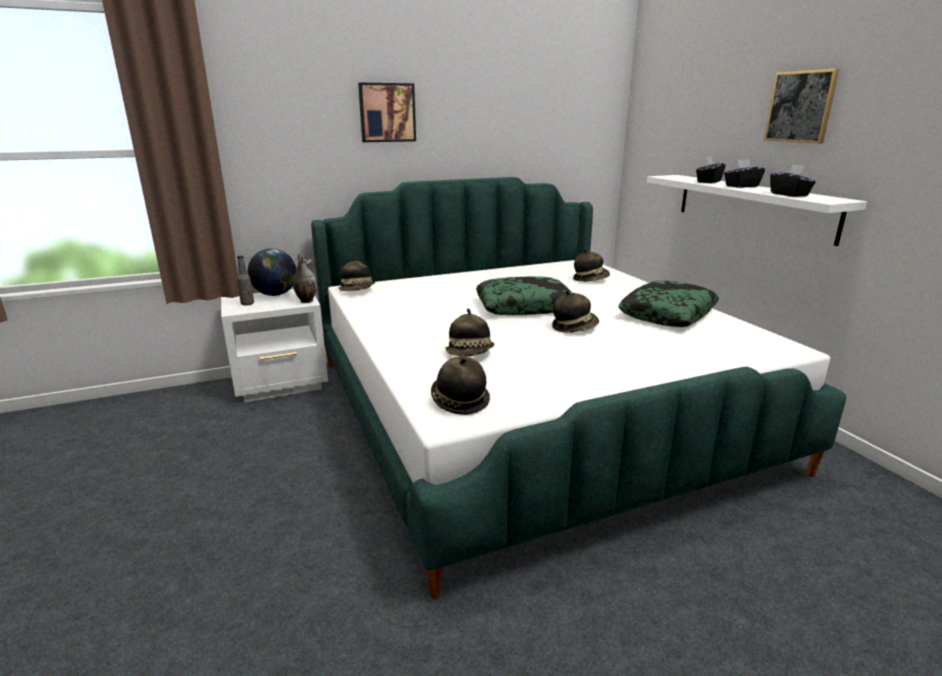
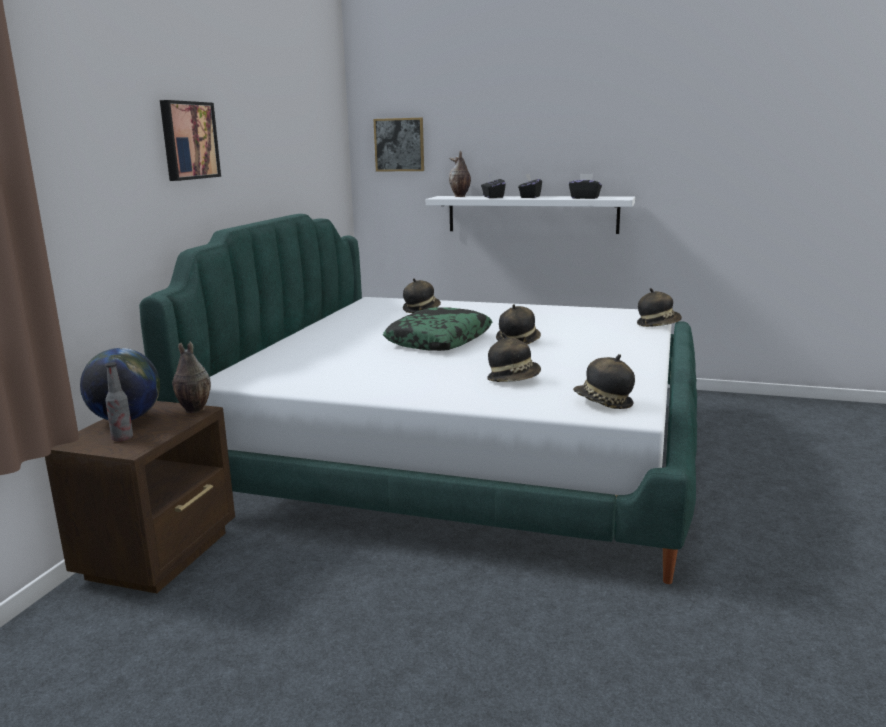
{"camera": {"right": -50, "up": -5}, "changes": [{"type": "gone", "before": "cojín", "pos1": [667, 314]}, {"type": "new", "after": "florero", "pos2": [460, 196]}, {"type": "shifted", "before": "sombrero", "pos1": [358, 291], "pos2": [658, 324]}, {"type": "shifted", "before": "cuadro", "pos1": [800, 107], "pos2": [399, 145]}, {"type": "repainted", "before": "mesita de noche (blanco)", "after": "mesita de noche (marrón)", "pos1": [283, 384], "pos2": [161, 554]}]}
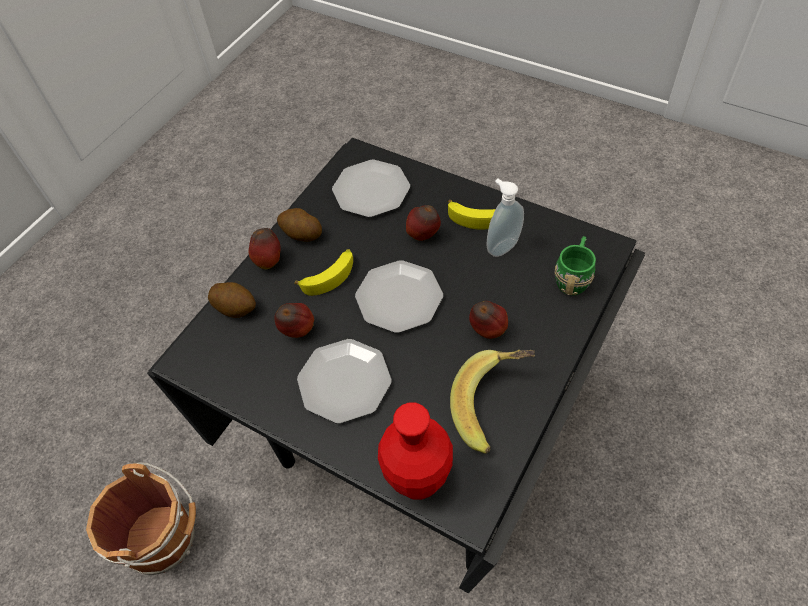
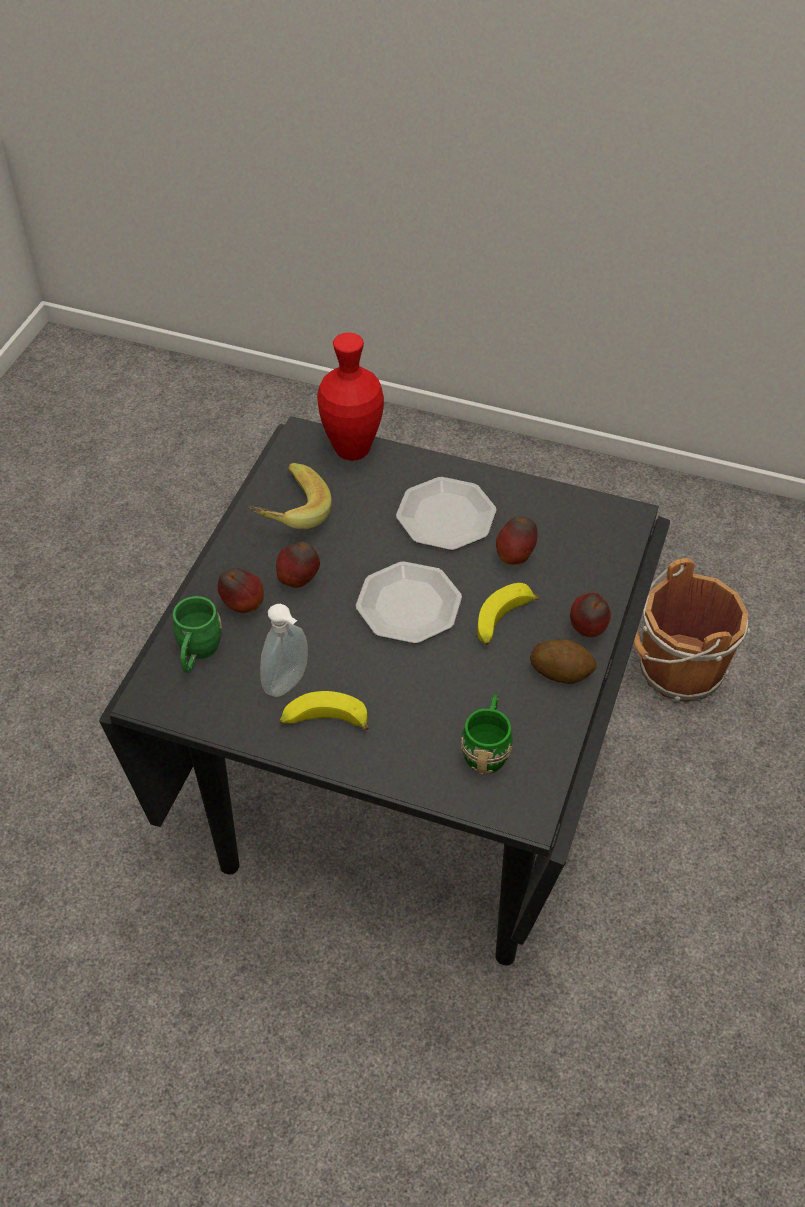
{"camera": {"right": 165, "up": -5}, "changes": [{"type": "gone", "before": "patata", "pos1": [235, 307]}, {"type": "shifted", "before": "manzana", "pos1": [423, 235], "pos2": [243, 607]}, {"type": "swapped", "before": "plato", "after": "taza grande (verde)", "pos1": [370, 191], "pos2": [487, 748]}]}
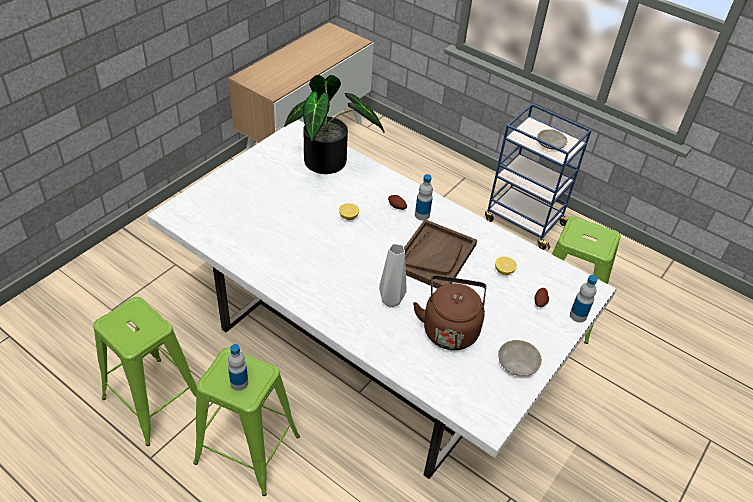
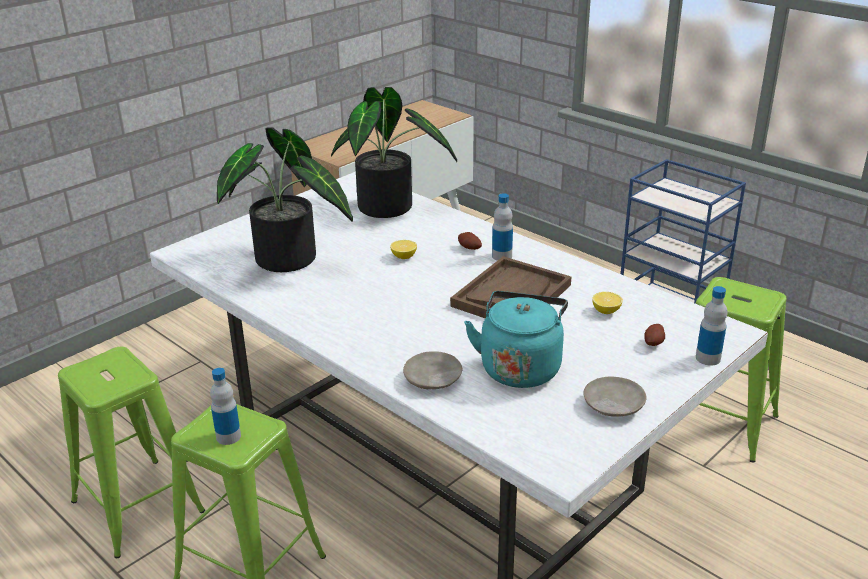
{"camera": {"right": 10, "up": -15}, "changes": [{"type": "gone", "before": "florero (gris)", "pos1": [390, 300]}, {"type": "new", "after": "planta en maceta", "pos2": [289, 262]}, {"type": "shifted", "before": "plato (beis)", "pos1": [550, 144], "pos2": [432, 379]}, {"type": "repainted", "before": "hervidor (marrón)", "after": "hervidor (turquesa)", "pos1": [450, 328], "pos2": [520, 367]}]}
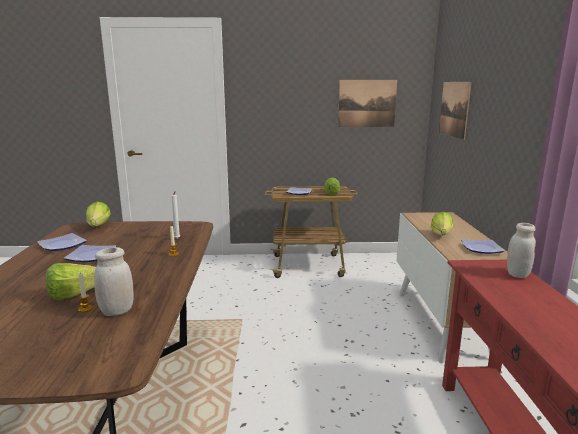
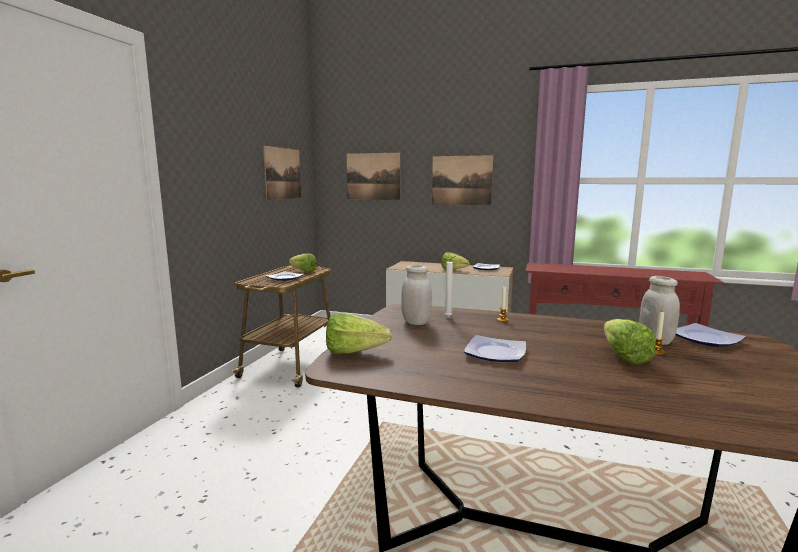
{"camera": {"right": -70, "up": -5}, "changes": [{"type": "new", "after": "cuadro", "pos2": [461, 180]}, {"type": "shifted", "before": "plato", "pos1": [63, 245], "pos2": [705, 338]}, {"type": "shifted", "before": "tarro (blanco)", "pos1": [517, 274], "pos2": [416, 322]}]}
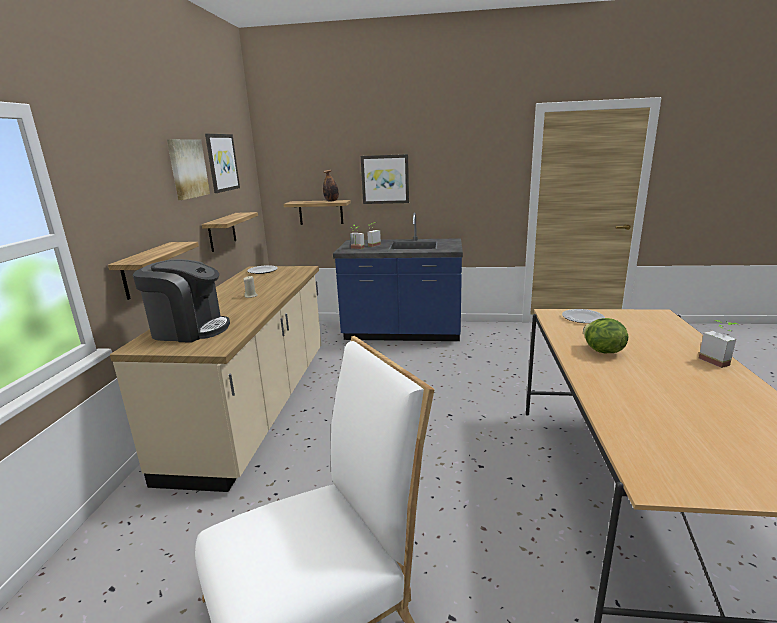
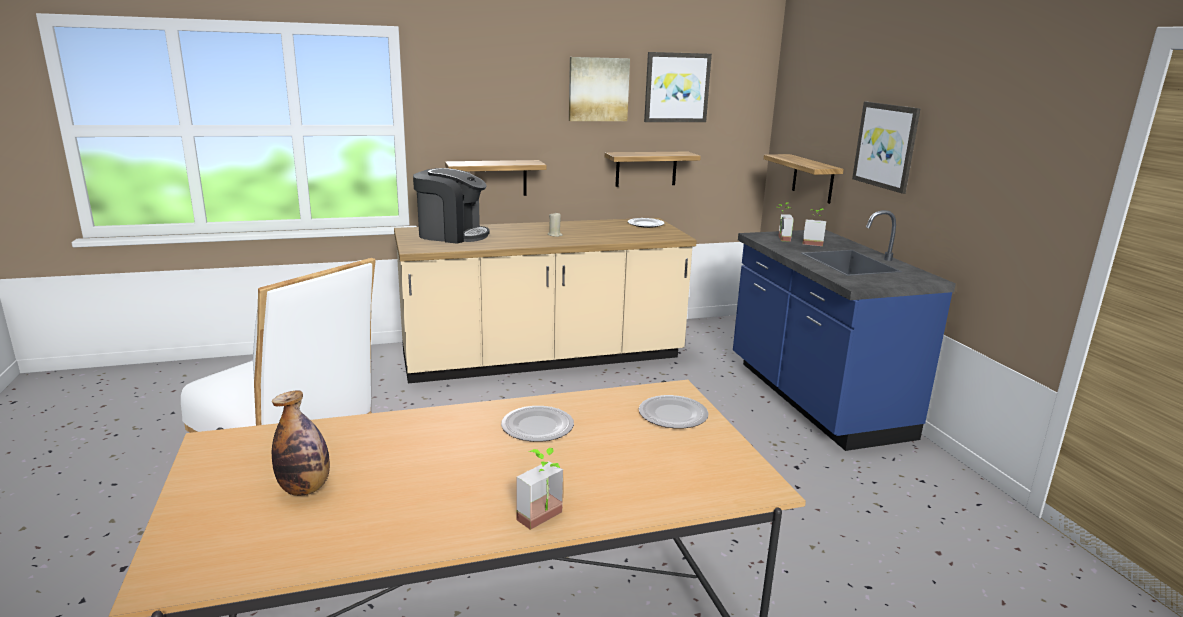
{"camera": {"right": 65, "up": 0}, "changes": [{"type": "shifted", "before": "botella", "pos1": [331, 201], "pos2": [305, 489]}, {"type": "swapped", "before": "lechuga", "after": "plato", "pos1": [602, 351], "pos2": [536, 427]}, {"type": "rotated", "before": "cafetera", "pos1": [189, 329], "pos2": [452, 235], "turn": -60}]}
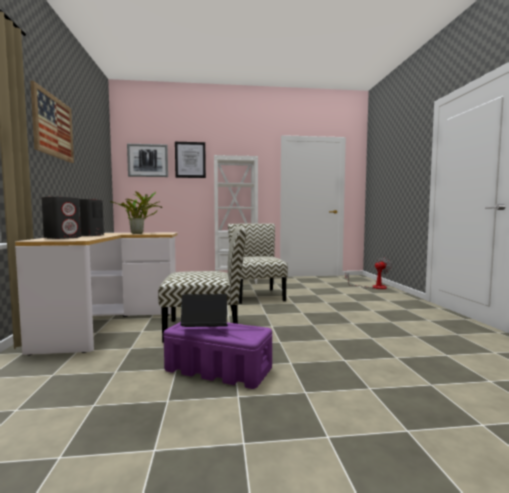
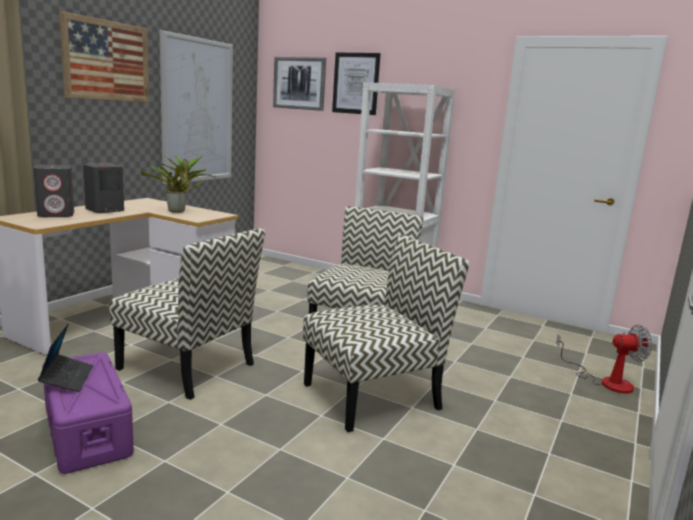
{"camera": {"right": 35, "up": 10}, "changes": [{"type": "new", "after": "cuadro", "pos2": [197, 111]}, {"type": "new", "after": "silla", "pos2": [373, 395]}, {"type": "rotated", "before": "portátil", "pos1": [205, 330], "pos2": [67, 378], "turn": 45}]}
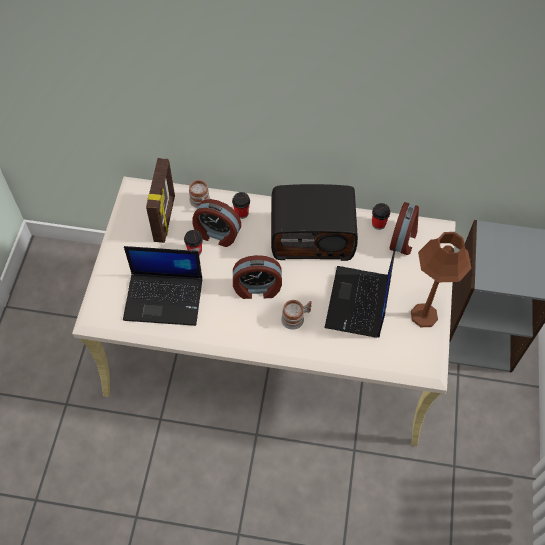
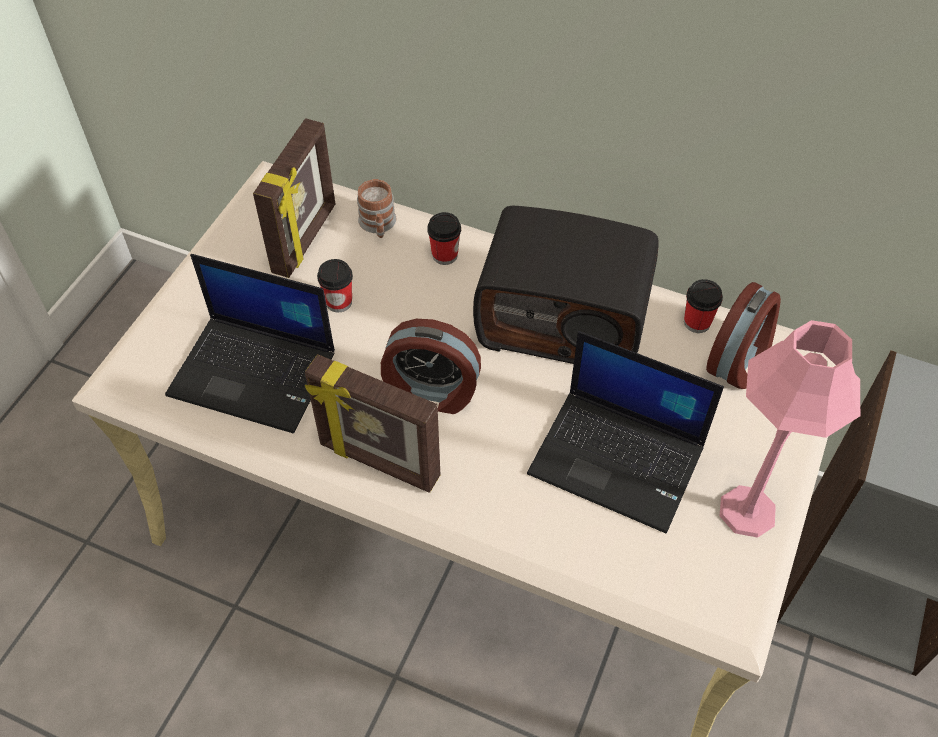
{"camera": {"right": 15, "up": -5}, "changes": [{"type": "gone", "before": "despertador", "pos1": [217, 234]}, {"type": "gone", "before": "taza grande", "pos1": [296, 318]}, {"type": "new", "after": "portarretratos", "pos2": [378, 462]}, {"type": "repainted", "before": "lámpara de mesa (marrón)", "after": "lámpara de mesa (rosa)", "pos1": [424, 315], "pos2": [748, 511]}, {"type": "rotated", "before": "portátil", "pos1": [358, 303], "pos2": [619, 459], "turn": -90}]}
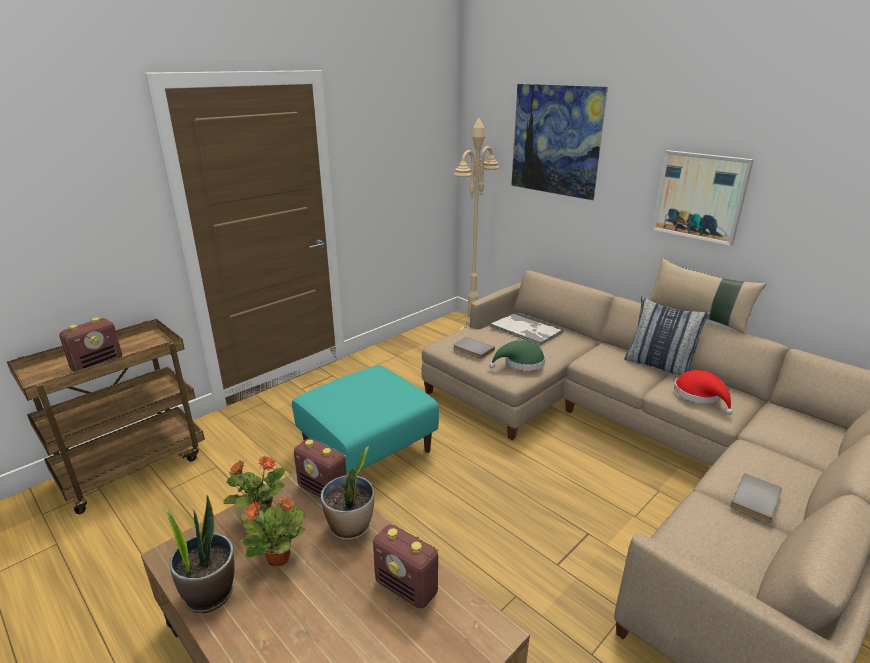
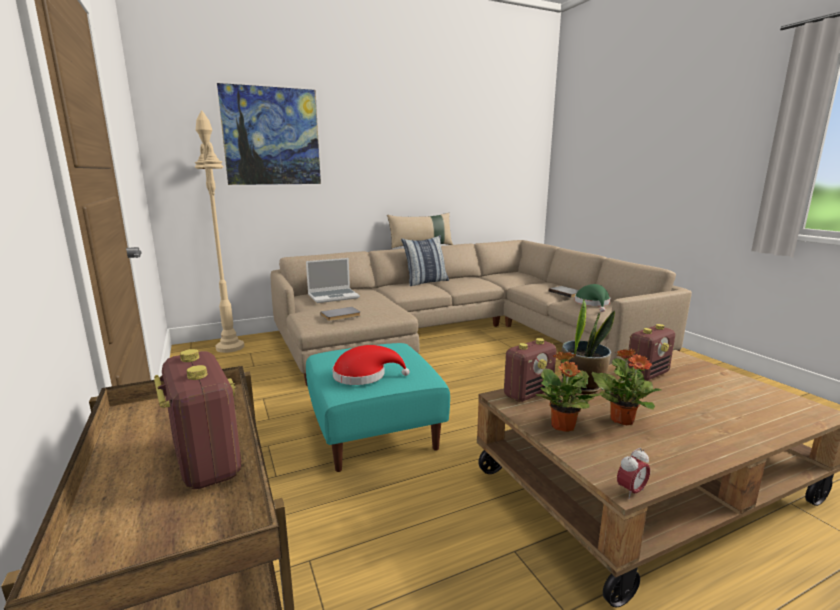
{"camera": {"right": -70, "up": -10}, "changes": [{"type": "gone", "before": "planta en maceta", "pos1": [210, 593]}, {"type": "gone", "before": "cuadro", "pos1": [700, 196]}, {"type": "new", "after": "despertador", "pos2": [631, 491]}, {"type": "shifted", "before": "sombrero (verde)", "pos1": [521, 363], "pos2": [593, 304]}, {"type": "shifted", "before": "sombrero (rojo)", "pos1": [700, 395], "pos2": [364, 375]}, {"type": "swapped", "before": "bandeja", "after": "portátil", "pos1": [526, 329], "pos2": [334, 296]}]}
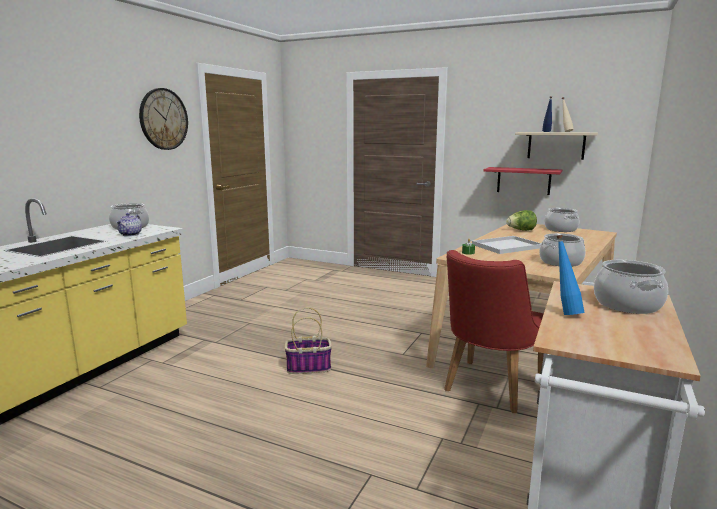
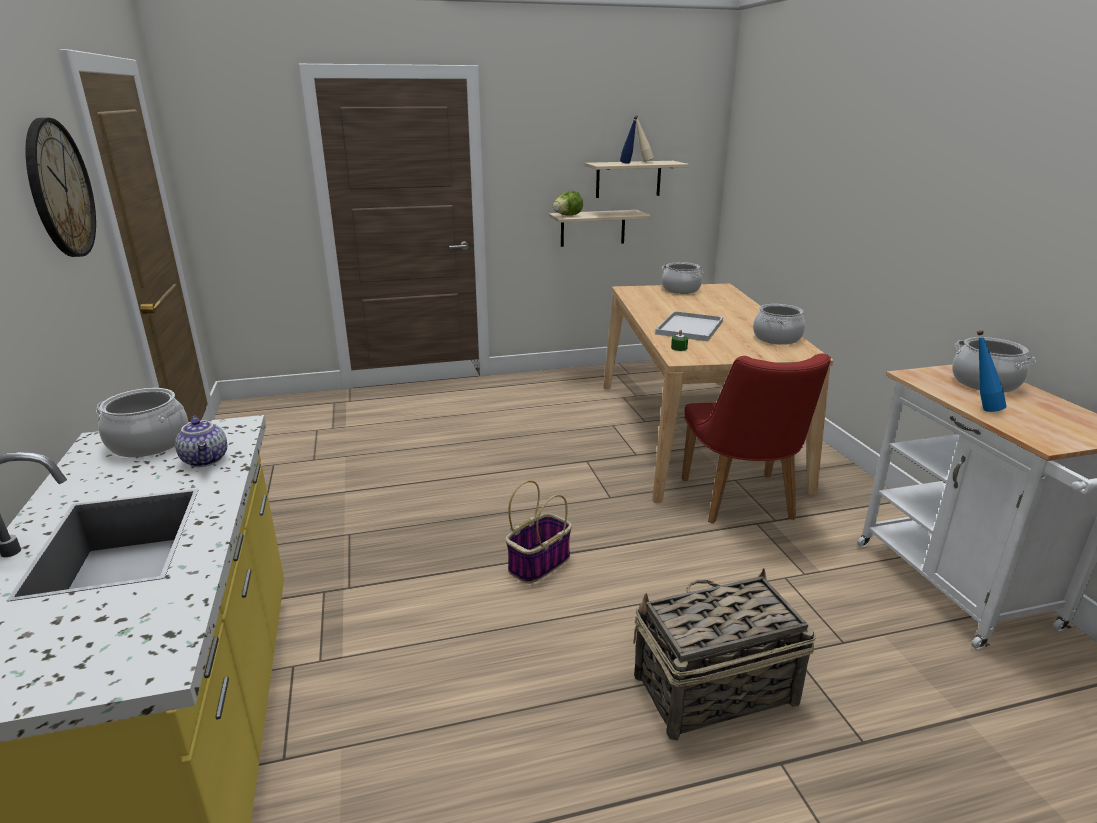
{"camera": {"right": -40, "up": 10}, "changes": [{"type": "new", "after": "cesta", "pos2": [713, 689]}, {"type": "shifted", "before": "lechuga", "pos1": [521, 230], "pos2": [567, 216]}, {"type": "repainted", "before": "estante (rojo)", "after": "estante (beis)", "pos1": [523, 180], "pos2": [592, 228]}]}
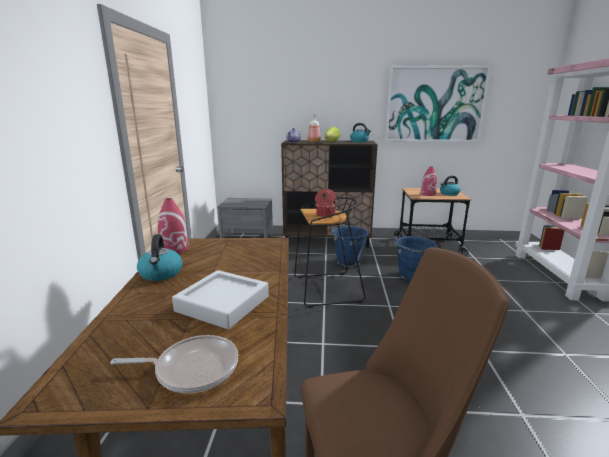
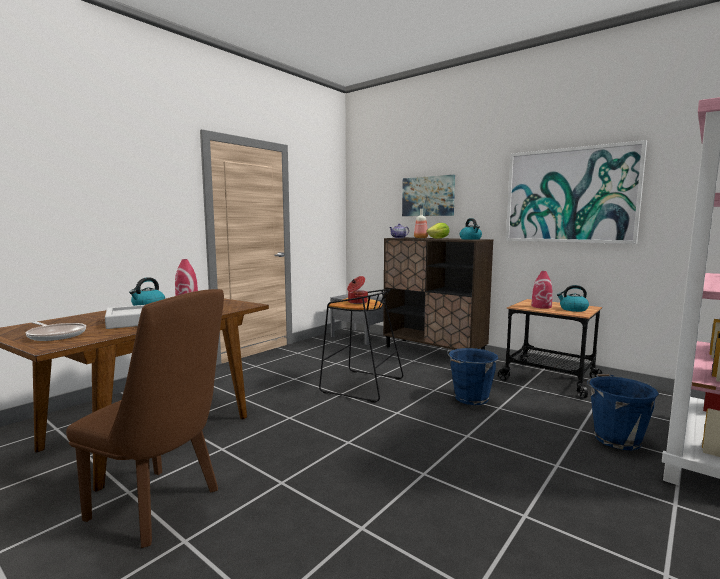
{"camera": {"right": 35, "up": -10}, "changes": [{"type": "new", "after": "cuadro", "pos2": [428, 196]}, {"type": "shifted", "before": "cubo (azul)", "pos1": [348, 262], "pos2": [616, 439]}]}
